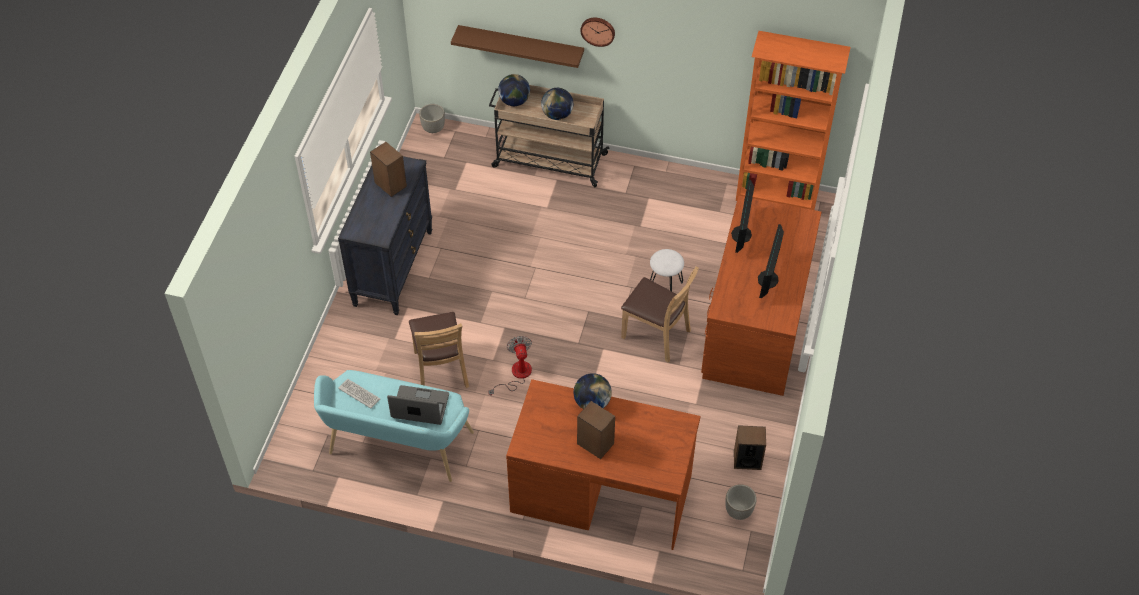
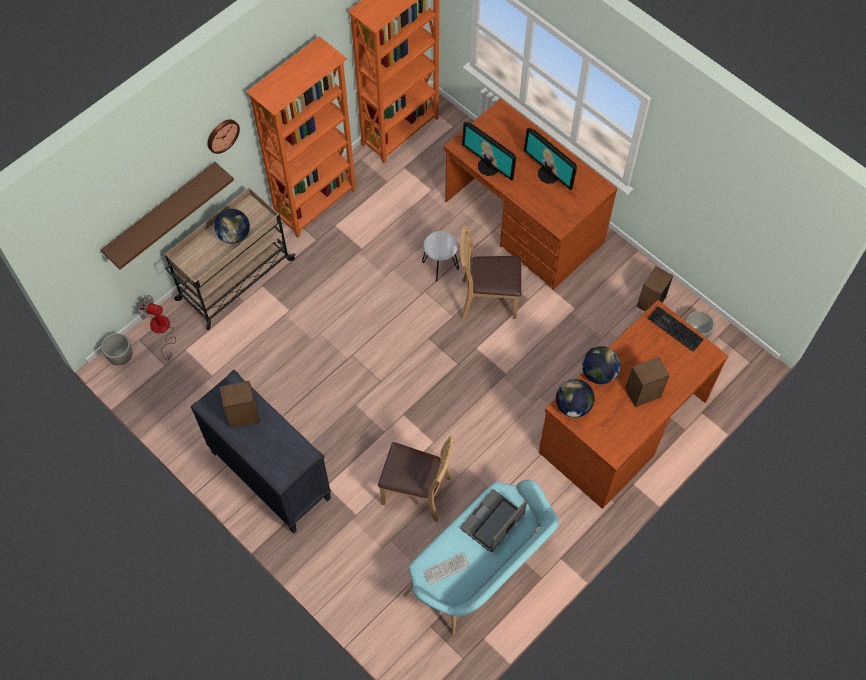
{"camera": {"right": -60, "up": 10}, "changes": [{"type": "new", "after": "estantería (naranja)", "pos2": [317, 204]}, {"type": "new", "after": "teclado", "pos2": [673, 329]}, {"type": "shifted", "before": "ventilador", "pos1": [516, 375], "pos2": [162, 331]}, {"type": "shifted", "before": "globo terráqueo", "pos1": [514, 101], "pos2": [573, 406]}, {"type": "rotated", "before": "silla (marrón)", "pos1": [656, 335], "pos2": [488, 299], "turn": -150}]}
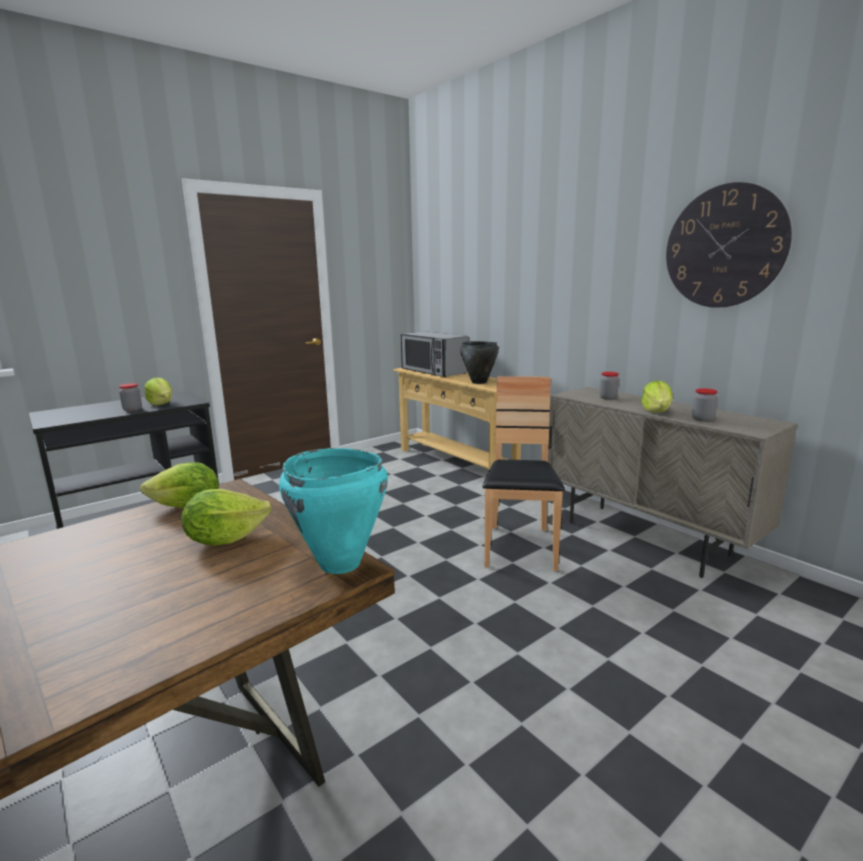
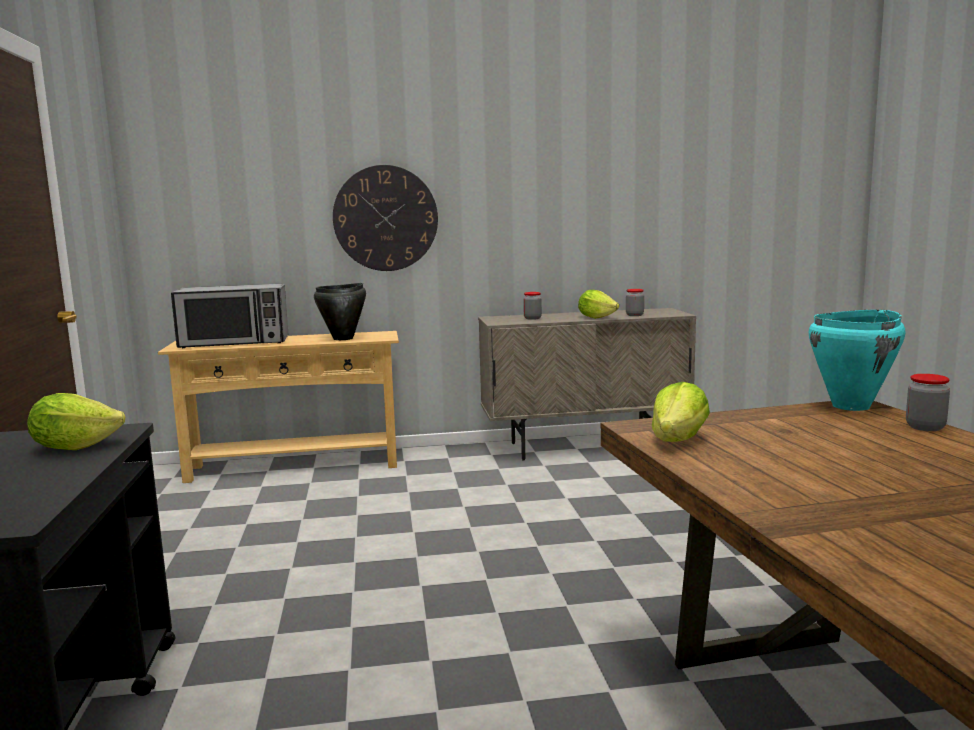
{"camera": {"right": -60, "up": -5}, "changes": [{"type": "gone", "before": "lechuga", "pos1": [225, 539]}, {"type": "gone", "before": "silla (marrón)", "pos1": [519, 548]}, {"type": "shifted", "before": "tarro", "pos1": [132, 409], "pos2": [925, 427]}, {"type": "shifted", "before": "reloj de pared", "pos1": [724, 247], "pos2": [385, 218]}]}
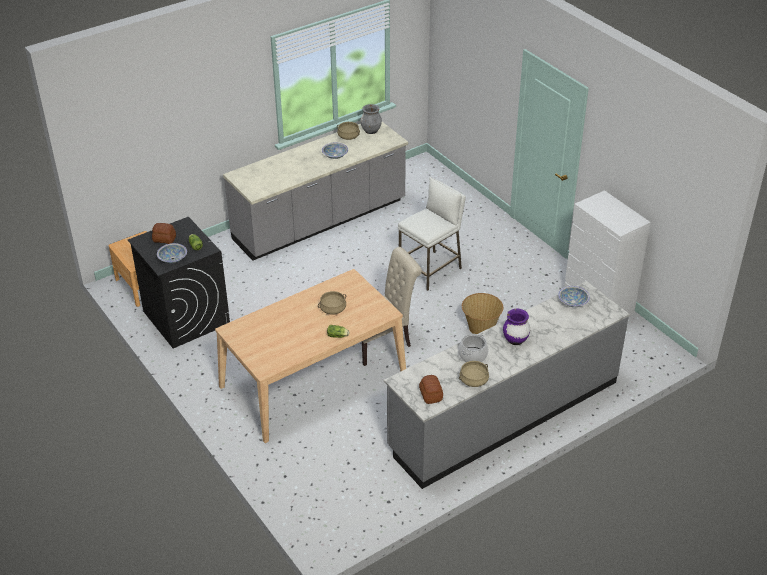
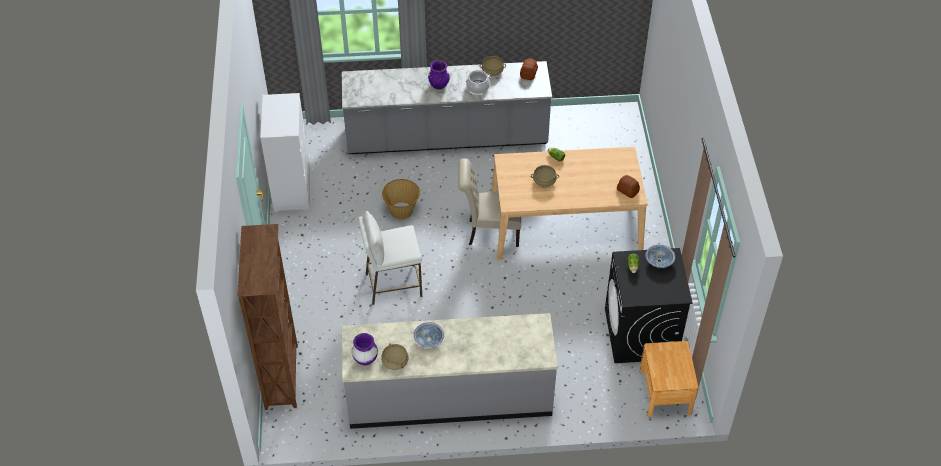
{"camera": {"right": -150, "up": 10}, "changes": [{"type": "gone", "before": "cuenco", "pos1": [573, 302]}, {"type": "new", "after": "estantería (marrón)", "pos2": [282, 376]}, {"type": "shifted", "before": "pan", "pos1": [164, 239], "pos2": [627, 190]}, {"type": "repainted", "before": "florero (gris)", "after": "florero (morado)", "pos1": [371, 131], "pos2": [365, 359]}]}
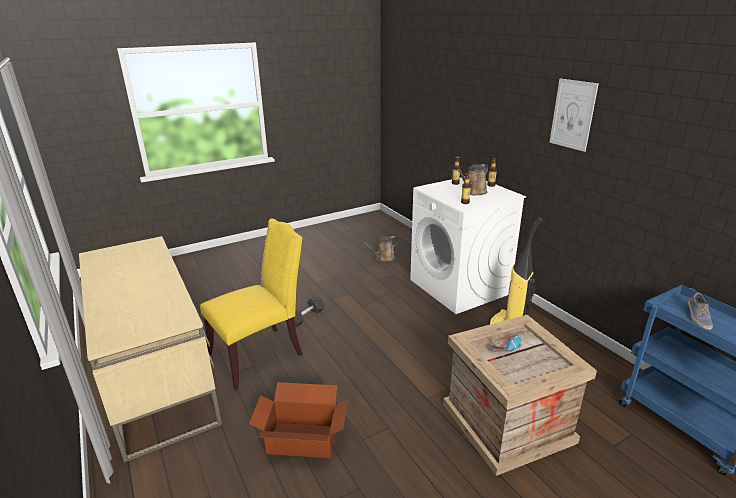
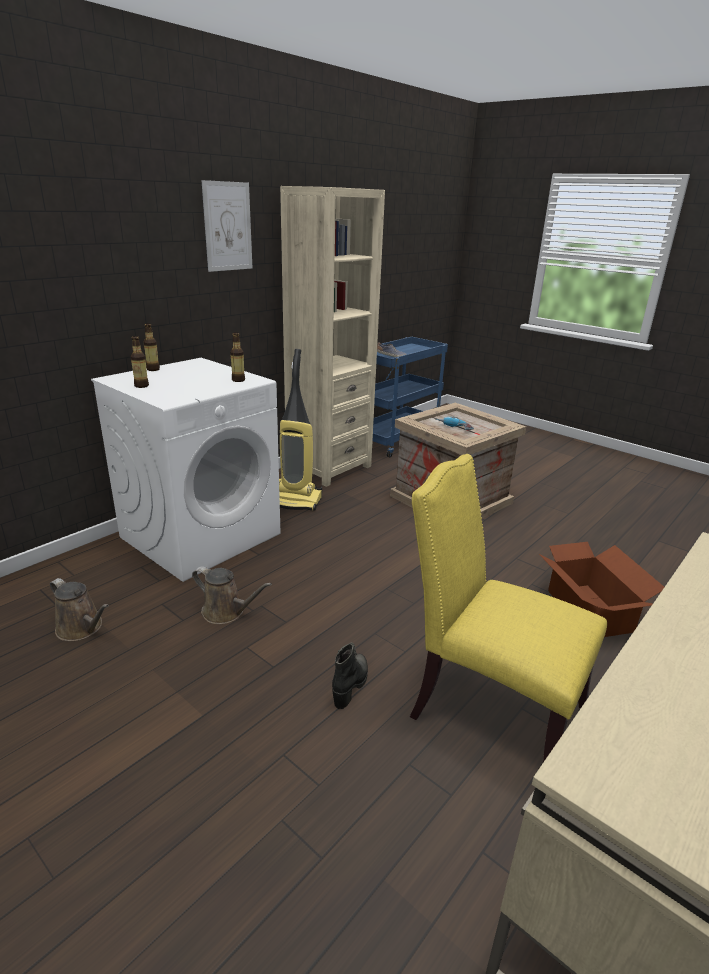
{"camera": {"right": -110, "up": 0}, "changes": [{"type": "new", "after": "estantería (beis)", "pos2": [328, 467]}, {"type": "shifted", "before": "regadera (marrón)", "pos1": [473, 192], "pos2": [226, 612]}, {"type": "swapped", "before": "mancuerna (gris)", "after": "bota (negro)", "pos1": [306, 317], "pos2": [351, 685]}]}
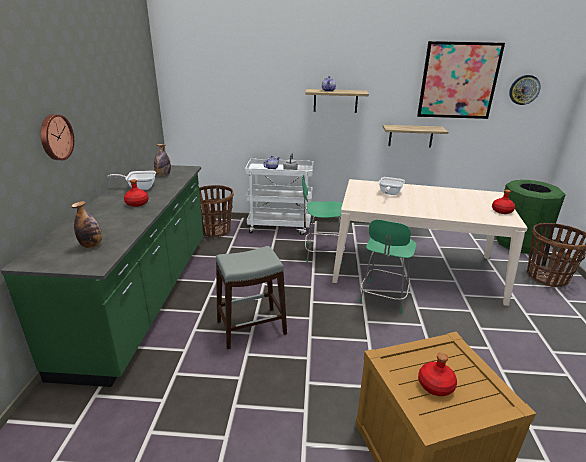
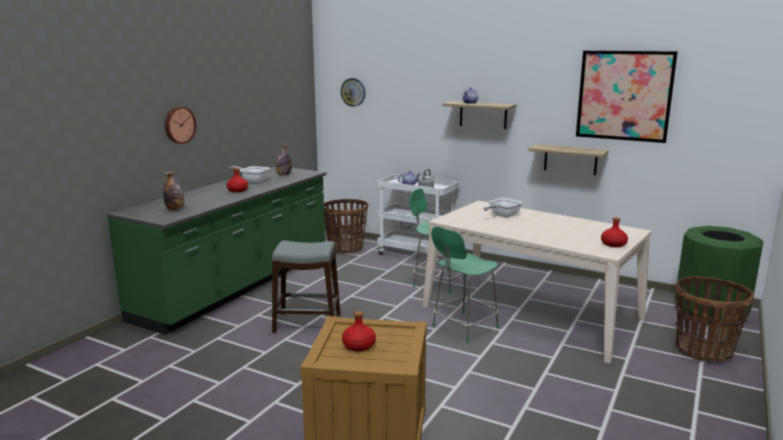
{"camera": {"right": 25, "up": -10}, "changes": [{"type": "shifted", "before": "reloj de pared", "pos1": [524, 89], "pos2": [353, 92]}]}
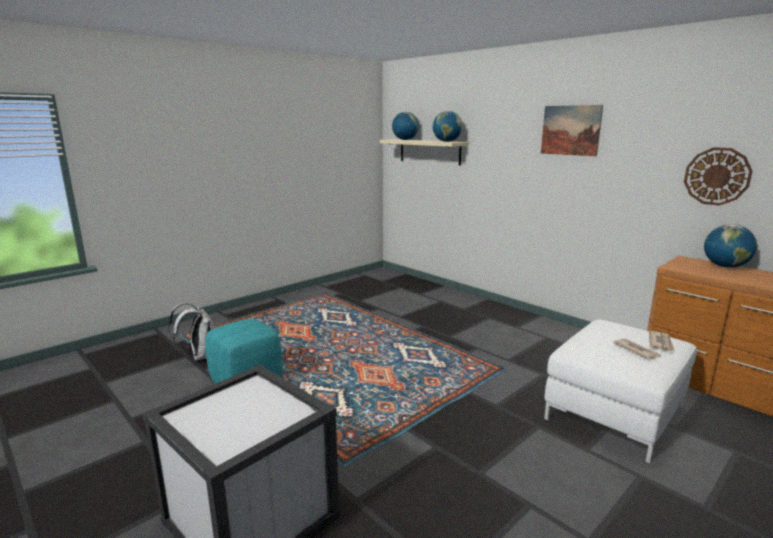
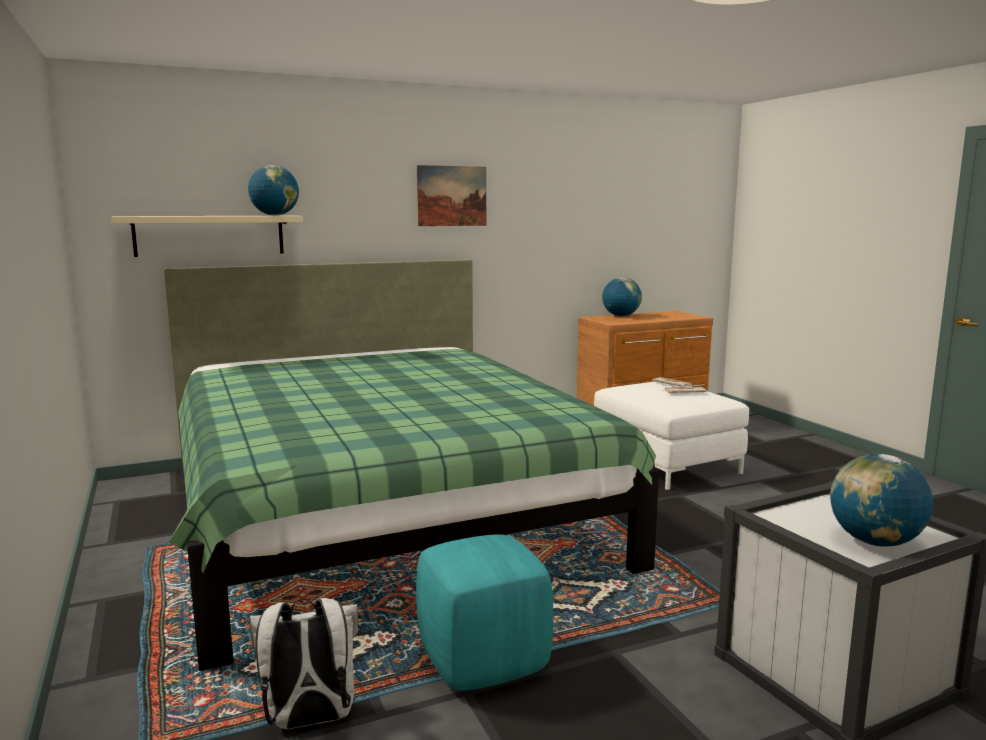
{"camera": {"right": -70, "up": -5}, "changes": [{"type": "gone", "before": "reloj de pared", "pos1": [717, 176]}, {"type": "new", "after": "cama (verde)", "pos2": [380, 515]}, {"type": "shifted", "before": "globo terráqueo", "pos1": [405, 140], "pos2": [875, 542]}]}
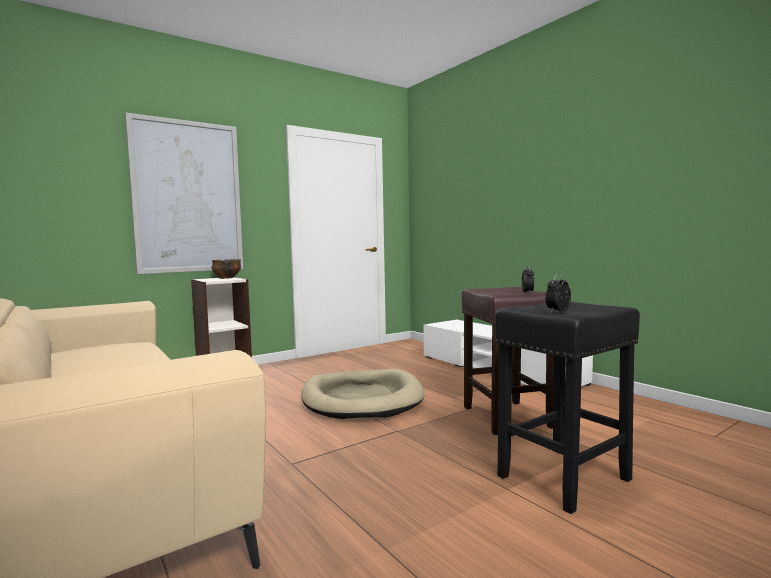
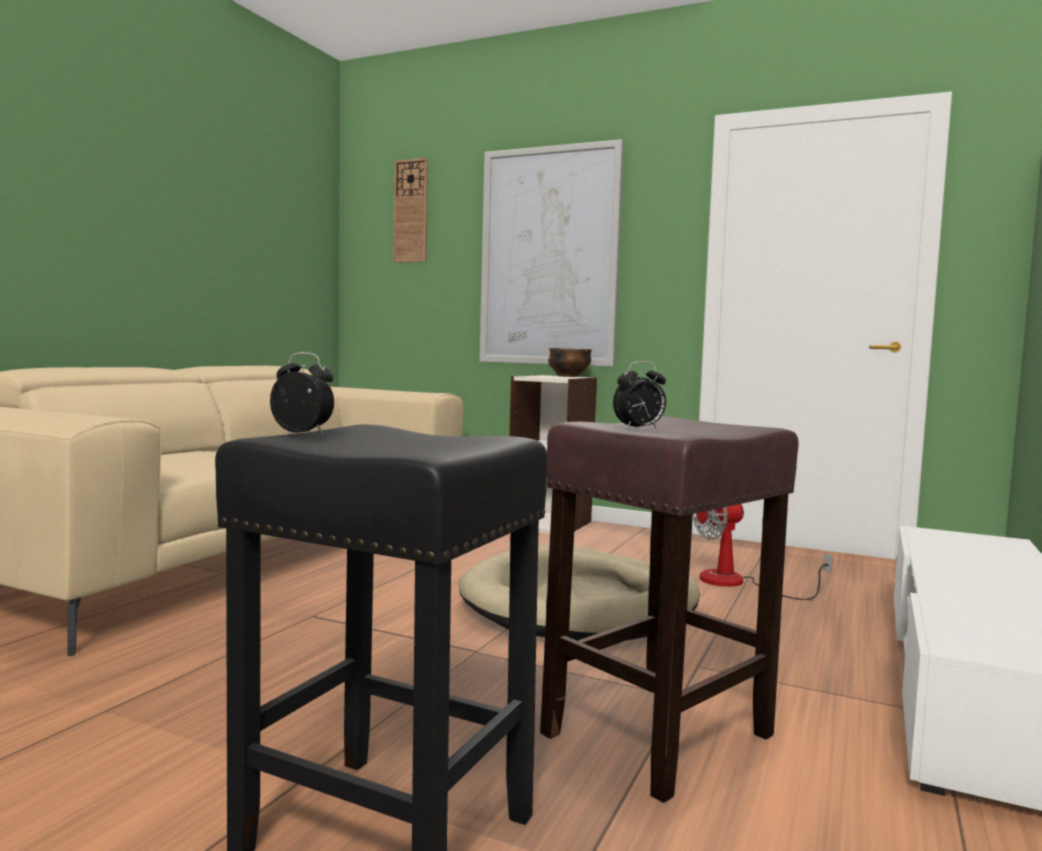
{"camera": {"right": 60, "up": 0}, "changes": [{"type": "new", "after": "reloj de pared", "pos2": [411, 211]}, {"type": "new", "after": "ventilador", "pos2": [737, 583]}]}
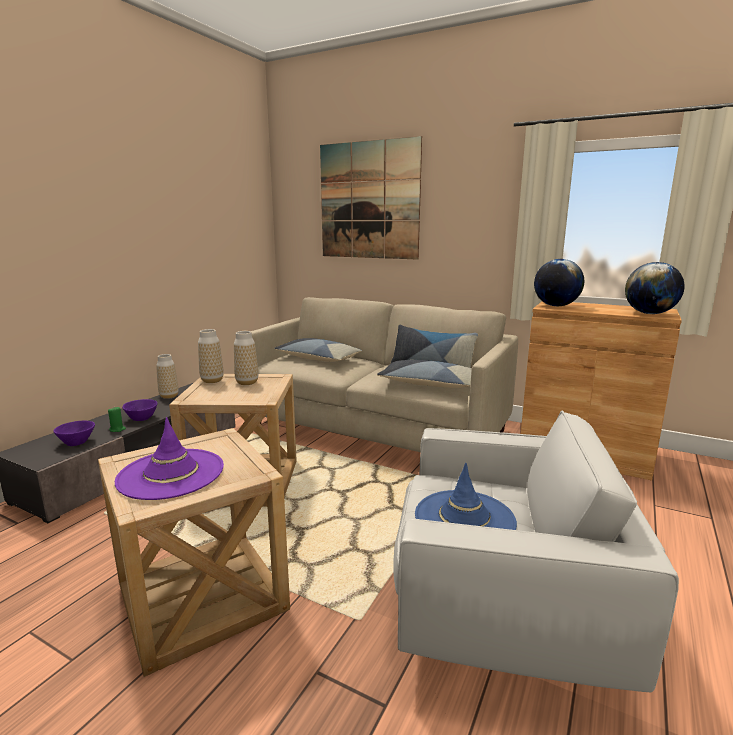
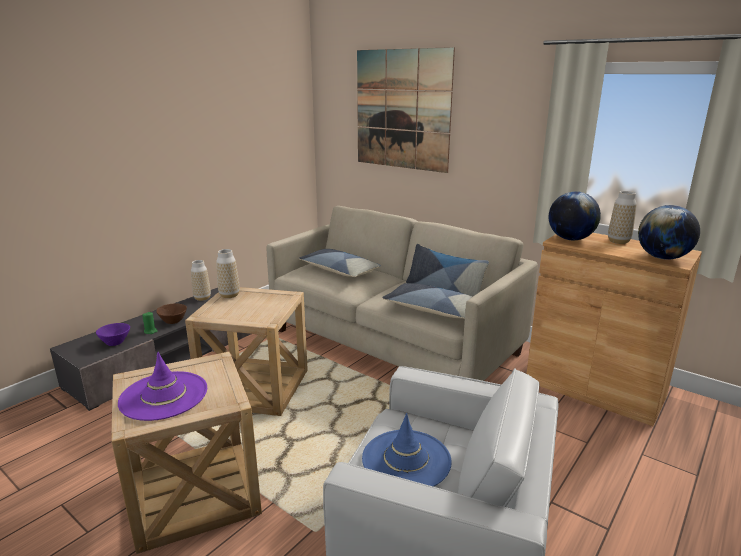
{"camera": {"right": 10, "up": 5}, "changes": [{"type": "shifted", "before": "florero", "pos1": [247, 382], "pos2": [618, 241]}, {"type": "repainted", "before": "cuenco (morado)", "after": "cuenco (marrón)", "pos1": [141, 419], "pos2": [173, 321]}]}
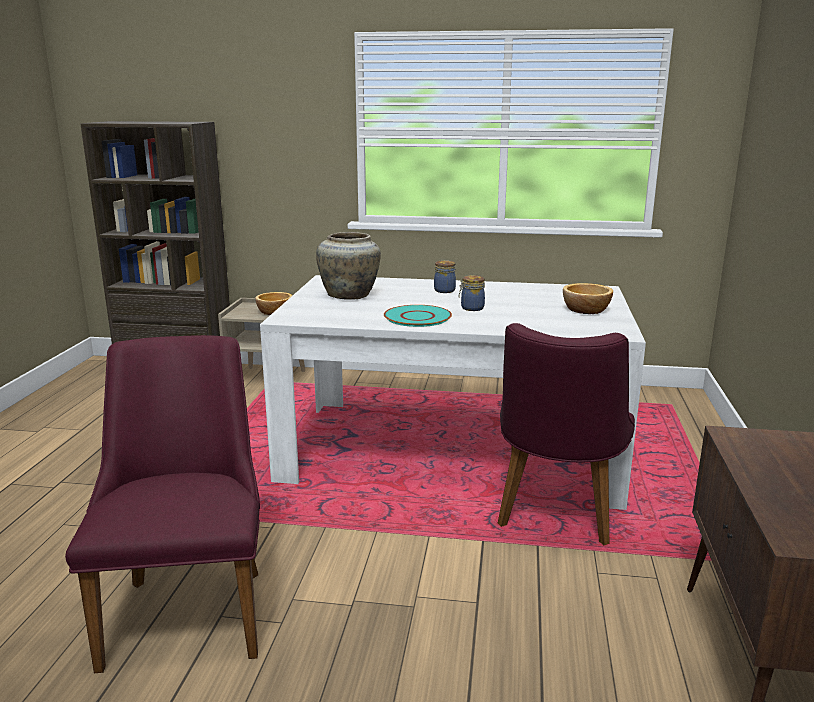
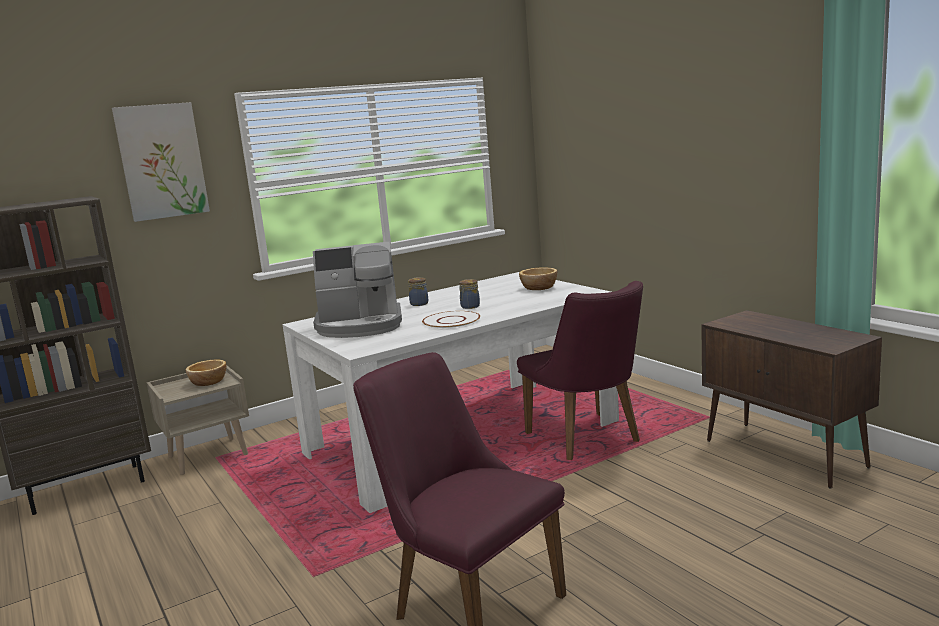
{"camera": {"right": -40, "up": -5}, "changes": [{"type": "new", "after": "cuadro", "pos2": [161, 161]}, {"type": "swapped", "before": "florero (beis)", "after": "cafetera", "pos1": [350, 296], "pos2": [360, 326]}, {"type": "repainted", "before": "plato (turquesa)", "after": "plato (blanco)", "pos1": [418, 317], "pos2": [451, 321]}]}
